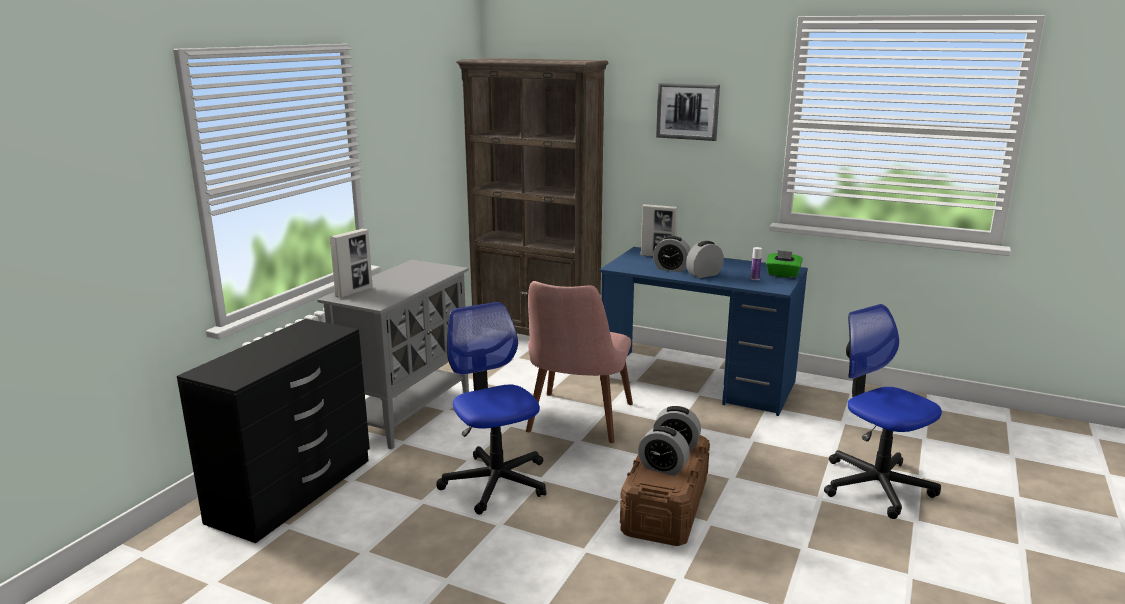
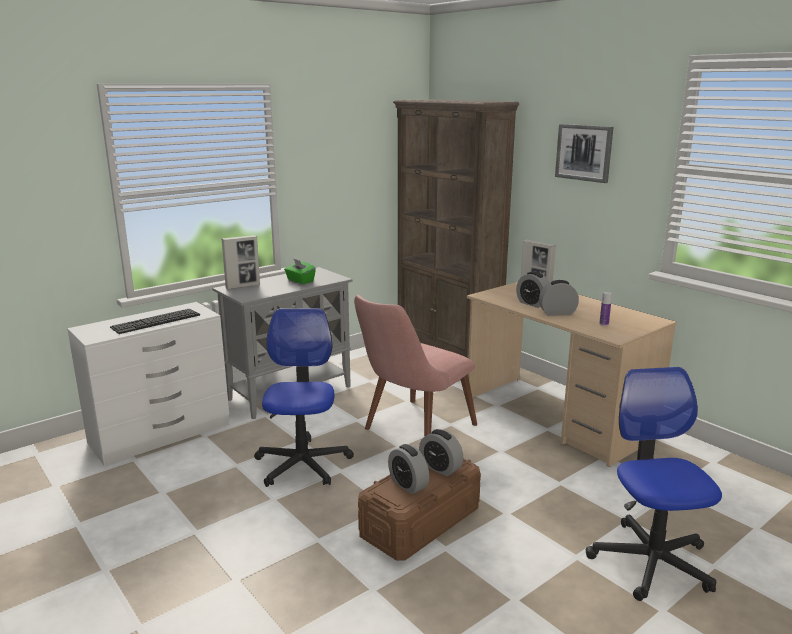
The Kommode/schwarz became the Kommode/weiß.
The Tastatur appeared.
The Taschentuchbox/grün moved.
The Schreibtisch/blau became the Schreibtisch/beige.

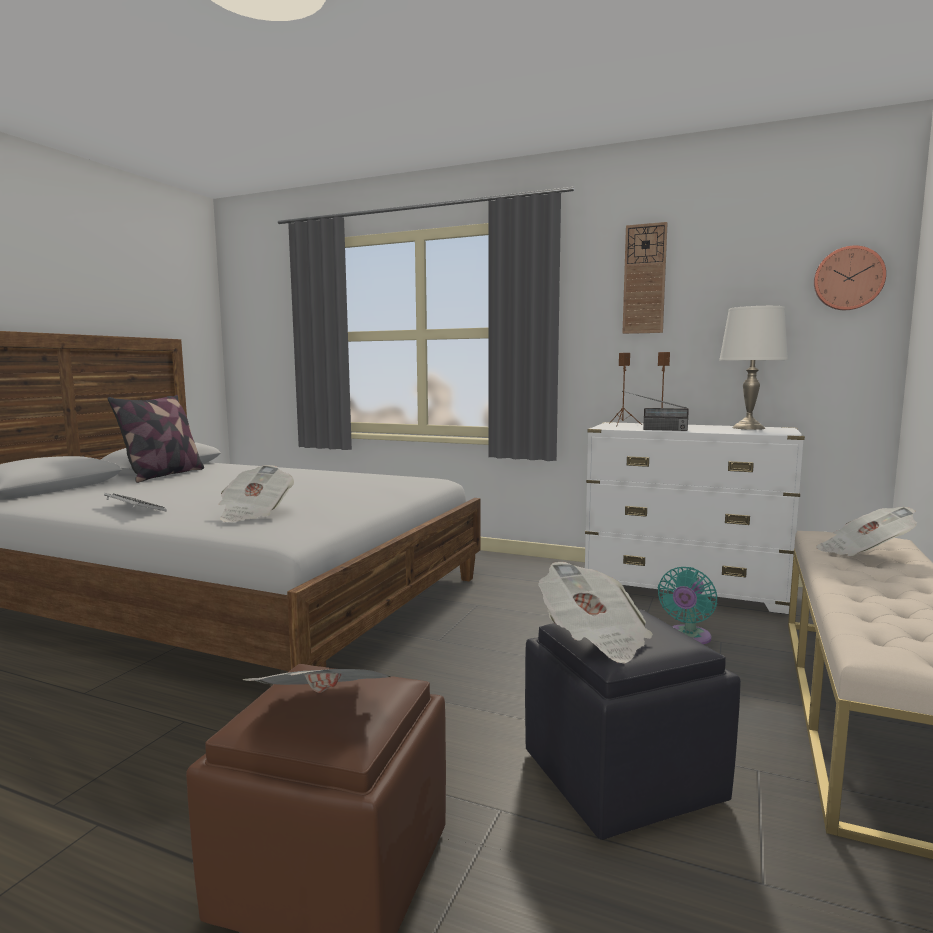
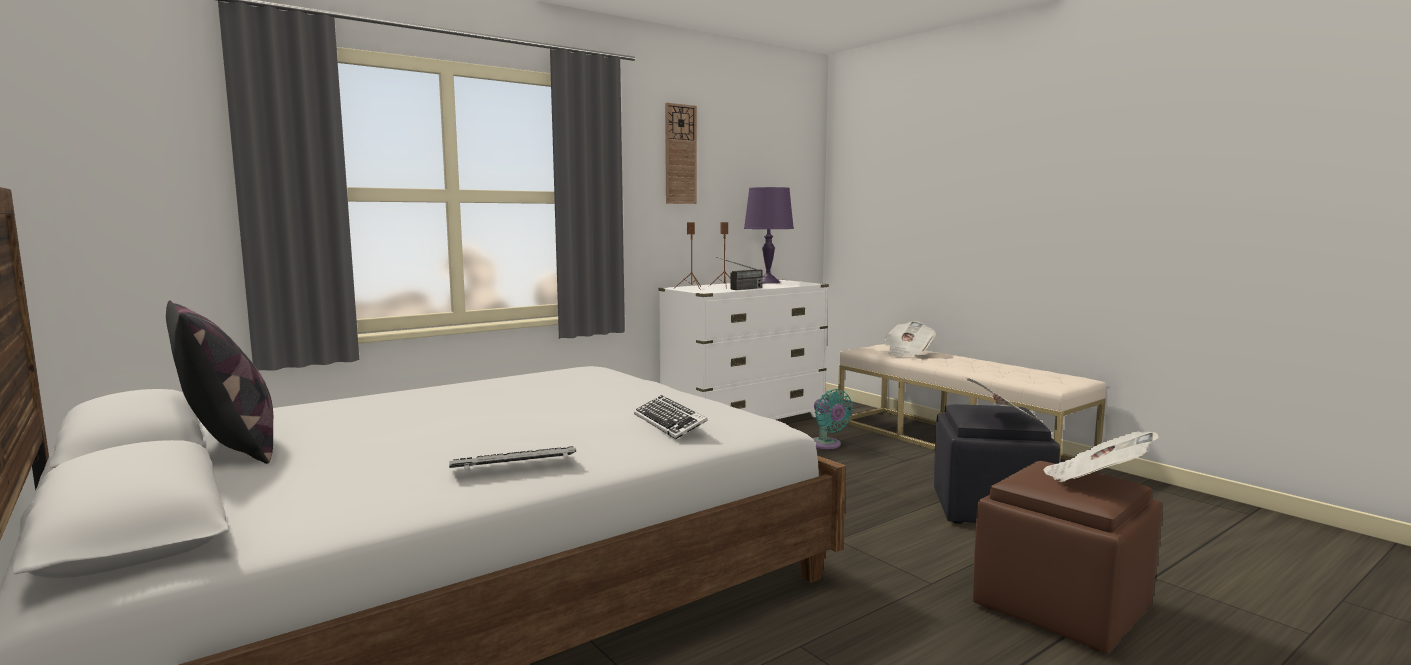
The Zeitung (no. 1 from left) was replaced by the Tastatur (no. 2 from left).
The Tischlampe/weiß became the Tischlampe/lila.
The Wanduhr (no. 2 from left) disappeared.

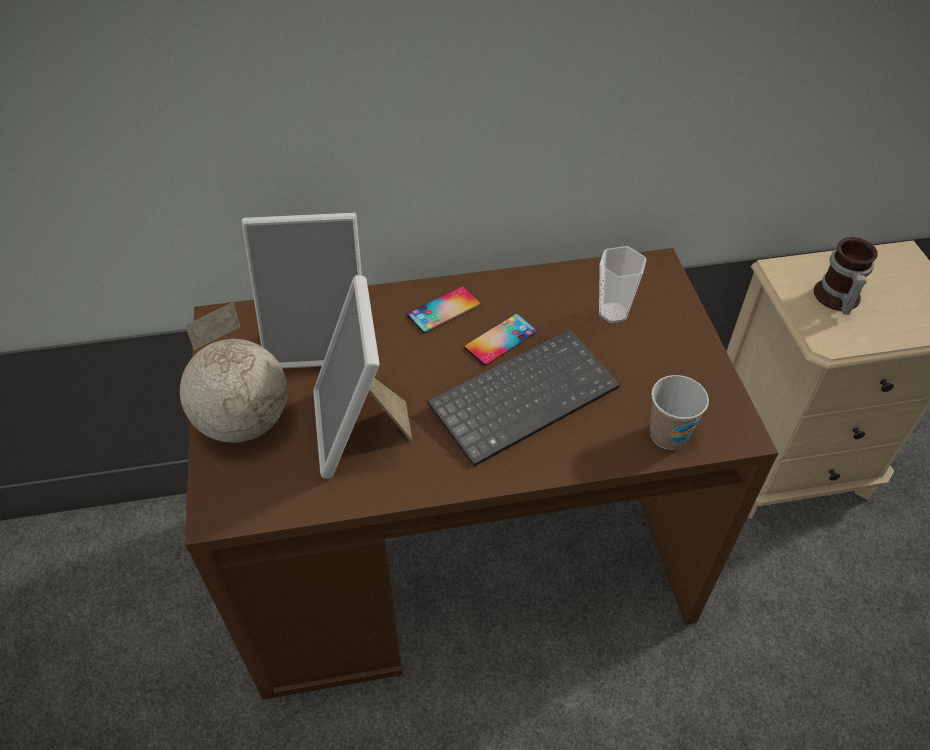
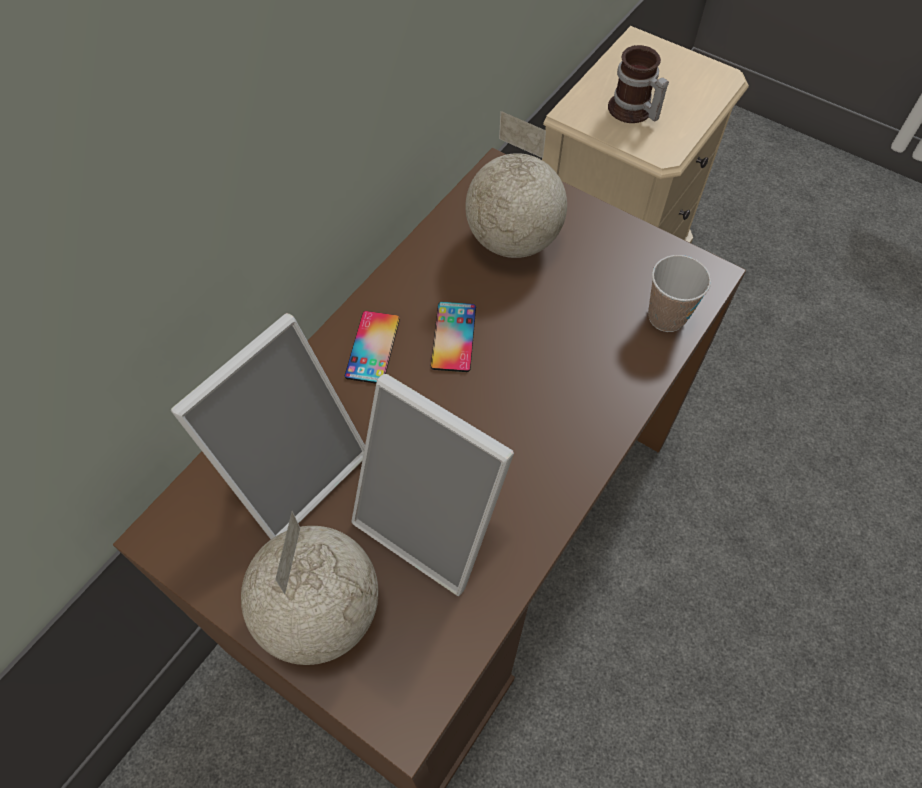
The Tasse (no. 1 from left) was replaced by the Globus (no. 2 from left).
The Tastatur disappeared.

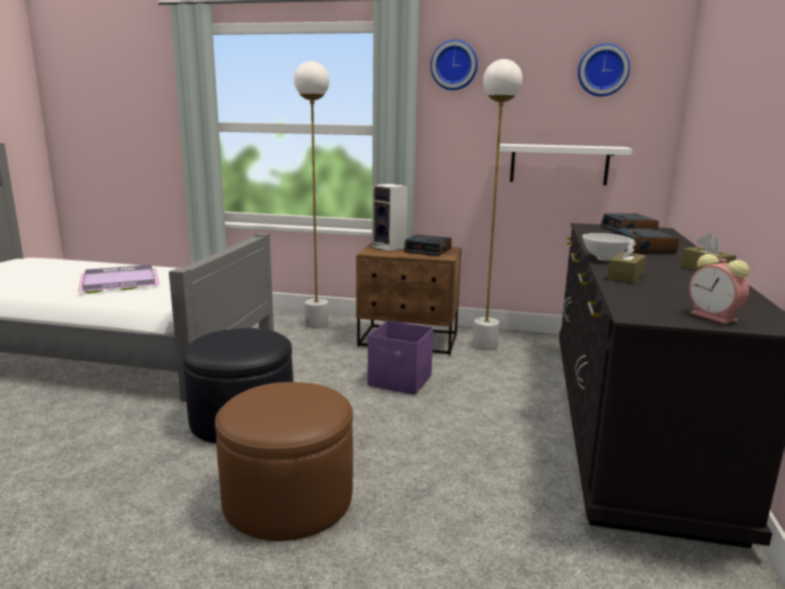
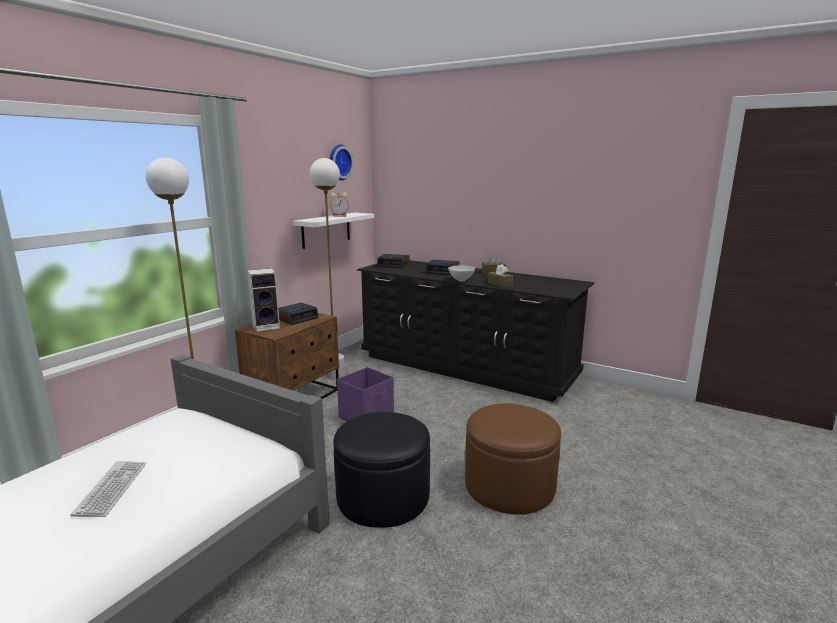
The Tablett/lila was replaced by the Tastatur.
The Wecker (no. 4 from left in the first image) moved.
The Wanduhr (no. 1 from left) disappeared.

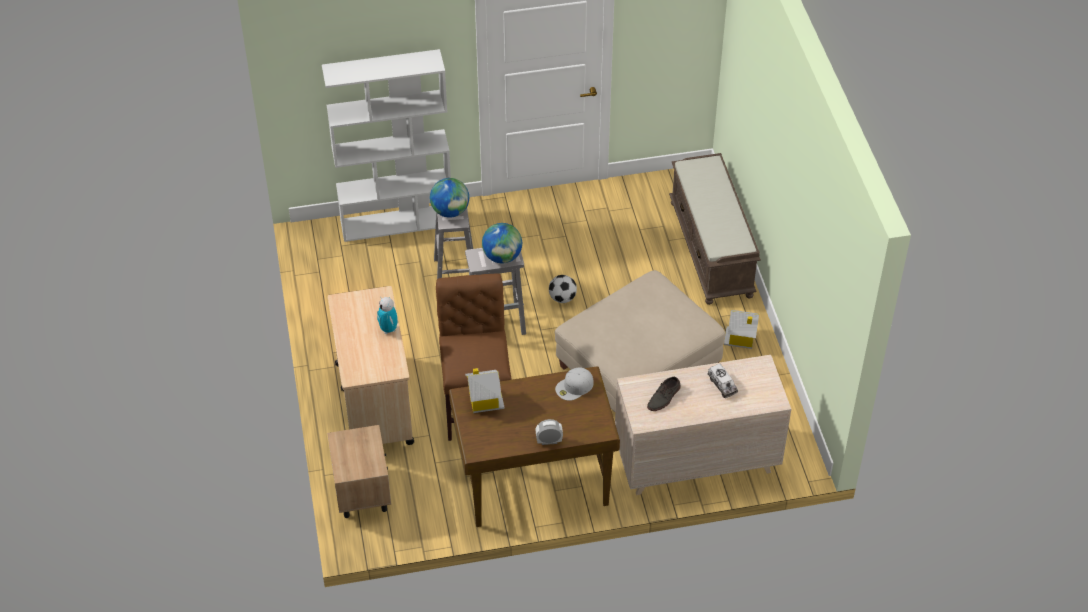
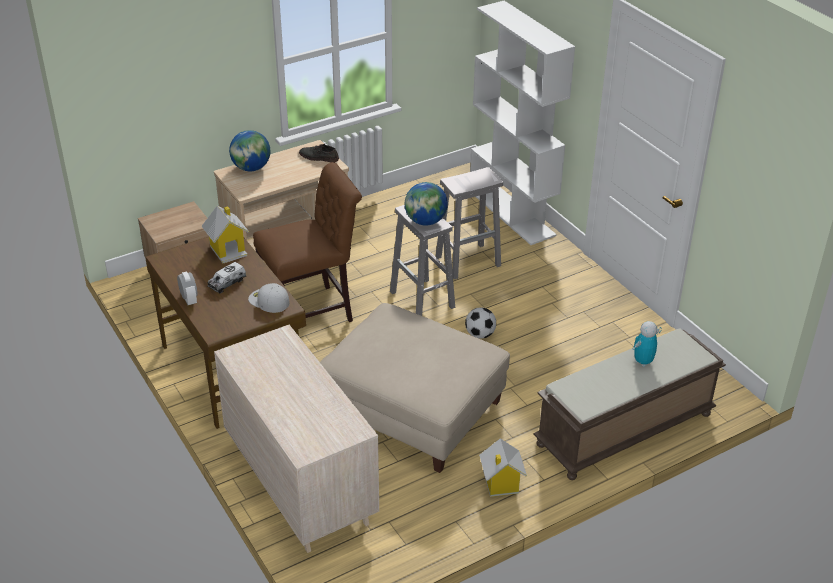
The Spielzeuglaster moved.
The Globus (no. 1 from left) moved.
The Schuh/grau moved.
The Spielzeugroboter moved.

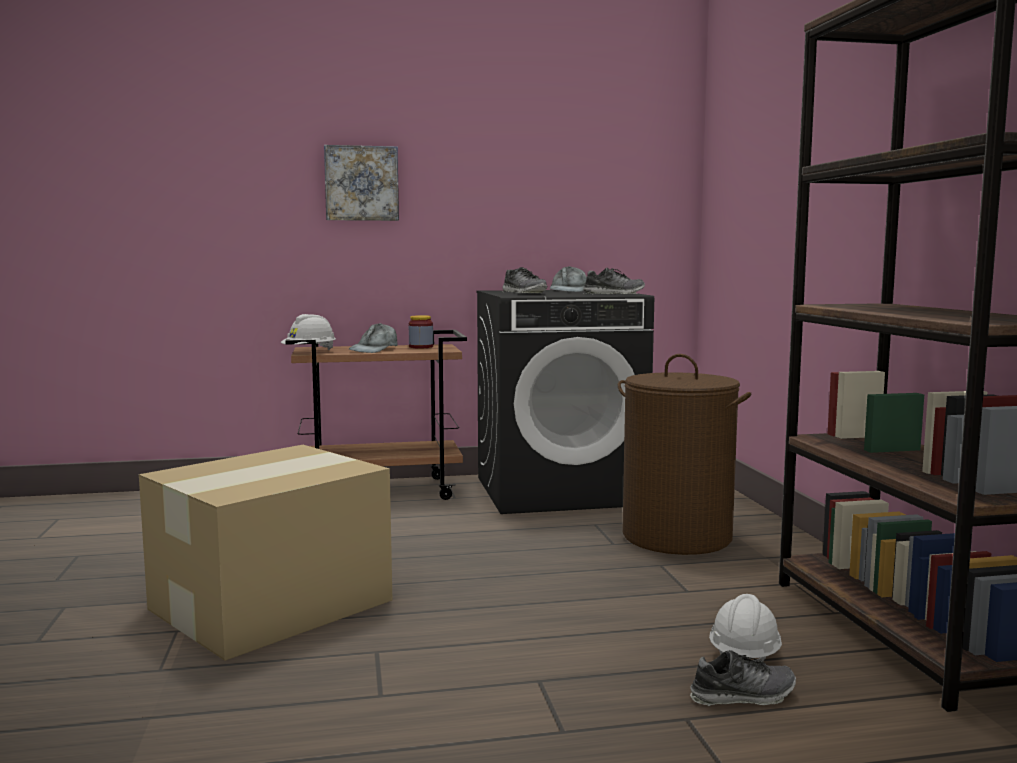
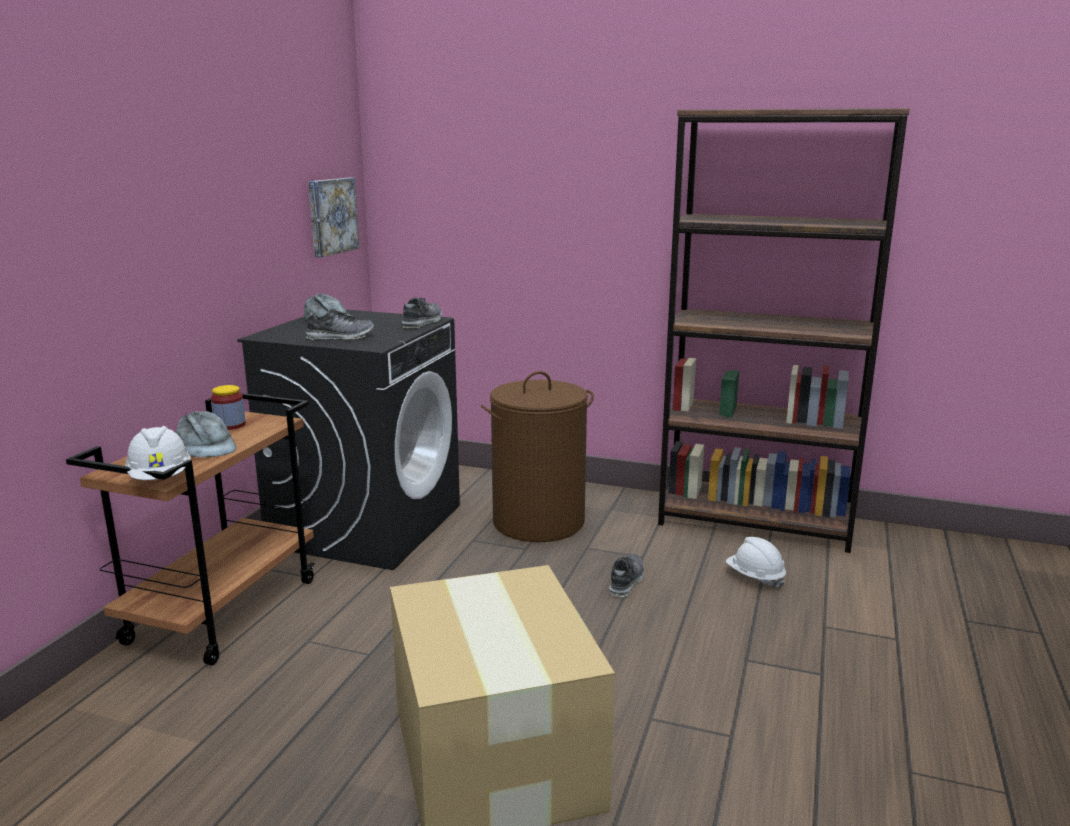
The Bild moved.
The Schuh (no. 3 from left) moved.

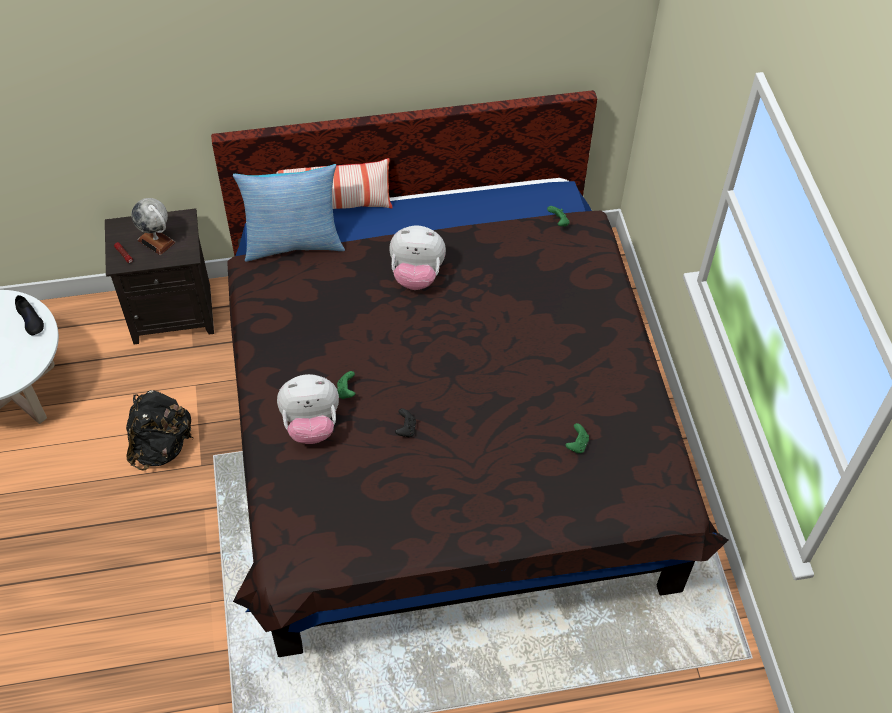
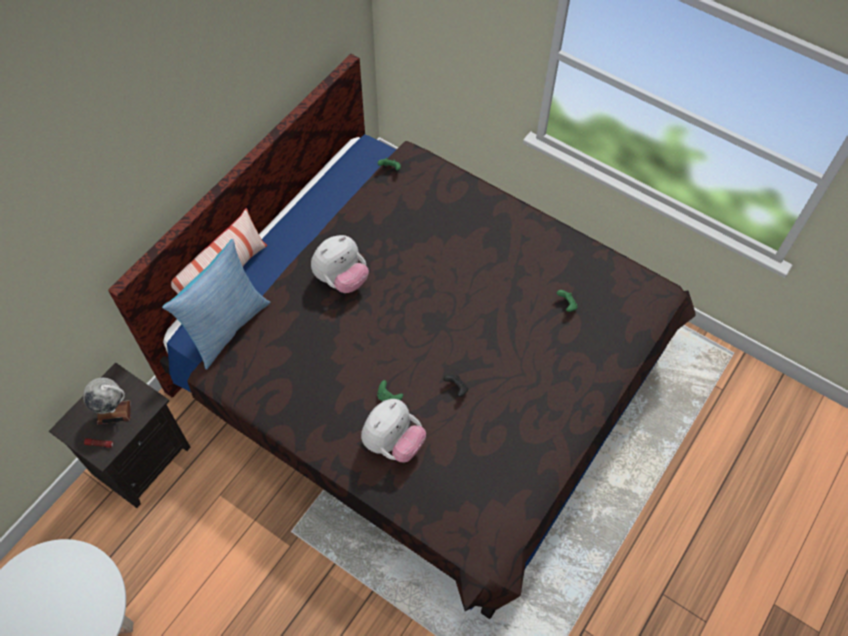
The Schuh/schwarz disappeared.
The Rucksack/schwarz disappeared.

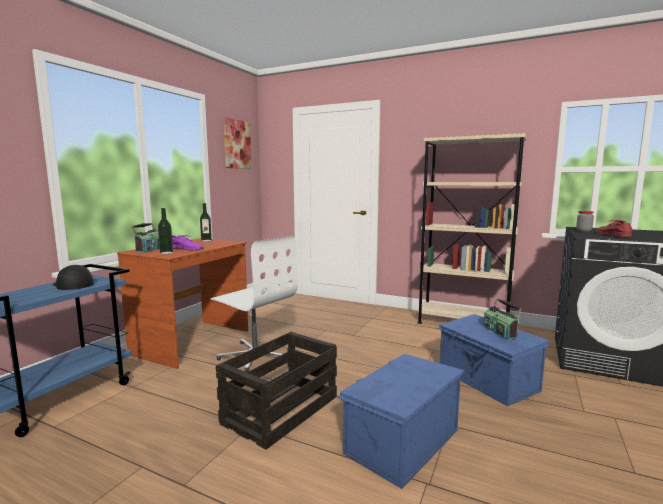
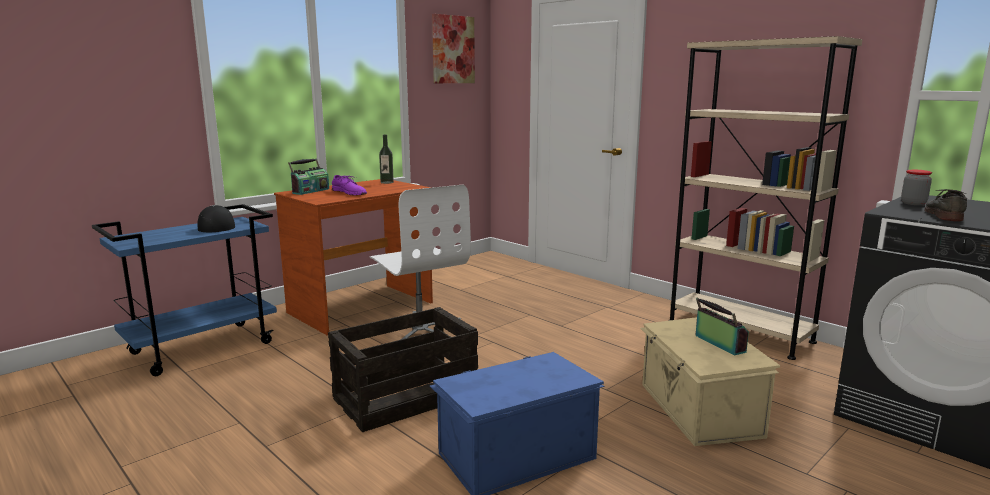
The Aufbewahrungsbox/blau (no. 2 from left) became the Aufbewahrungsbox/beige.
The Radio (no. 2 from left) turned 150 degrees clockwise.
The Schuh/rot became the Schuh/grau.
The Flasche (no. 1 from left) disappeared.

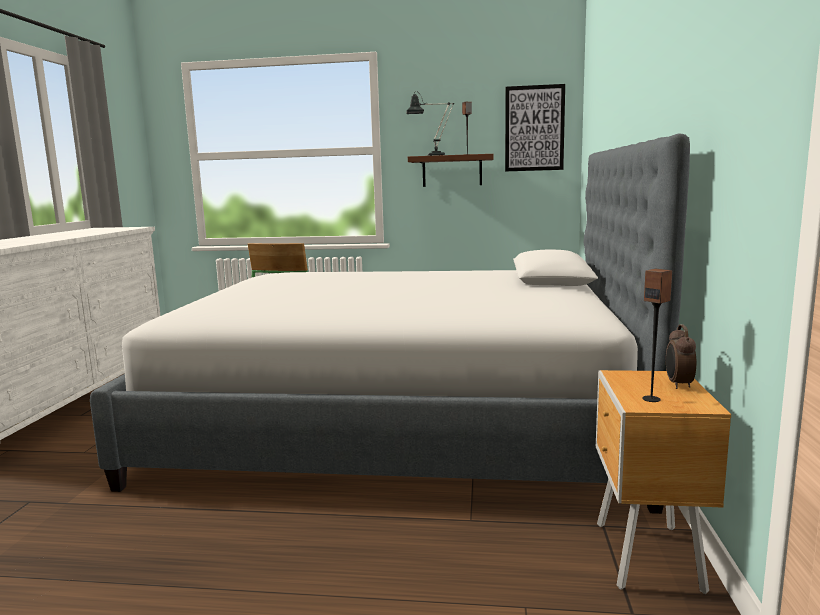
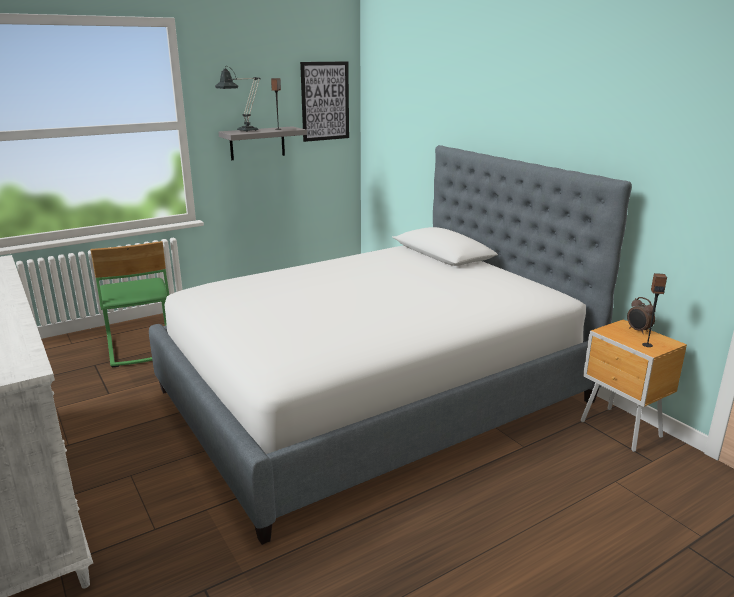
The Wandregal/braun became the Wandregal/grau.

